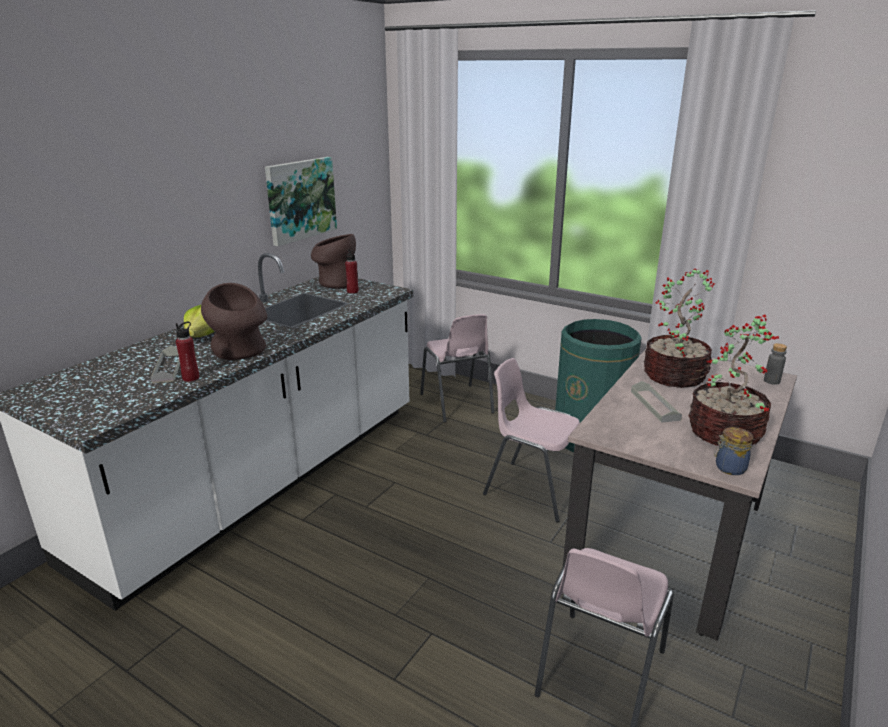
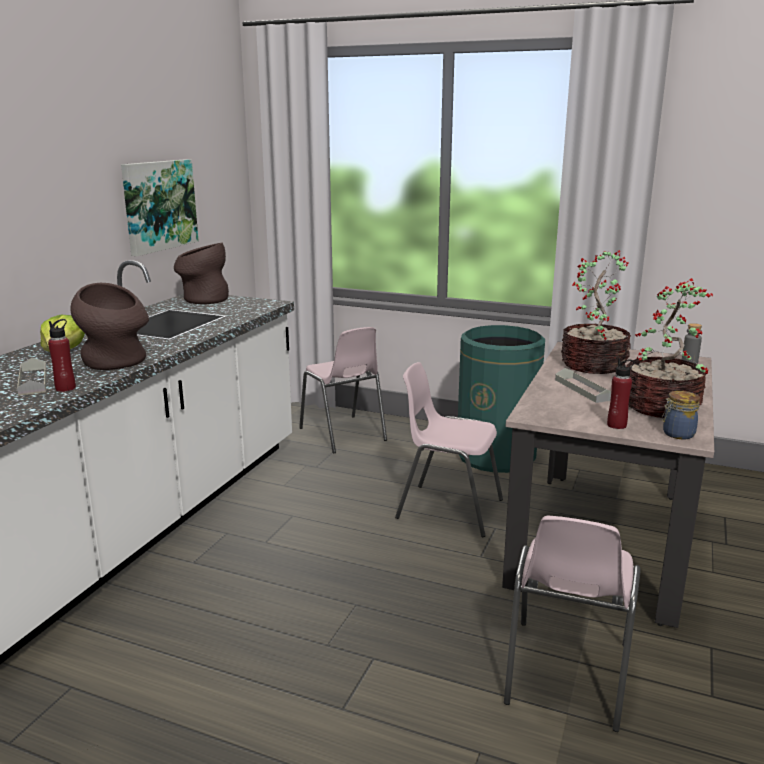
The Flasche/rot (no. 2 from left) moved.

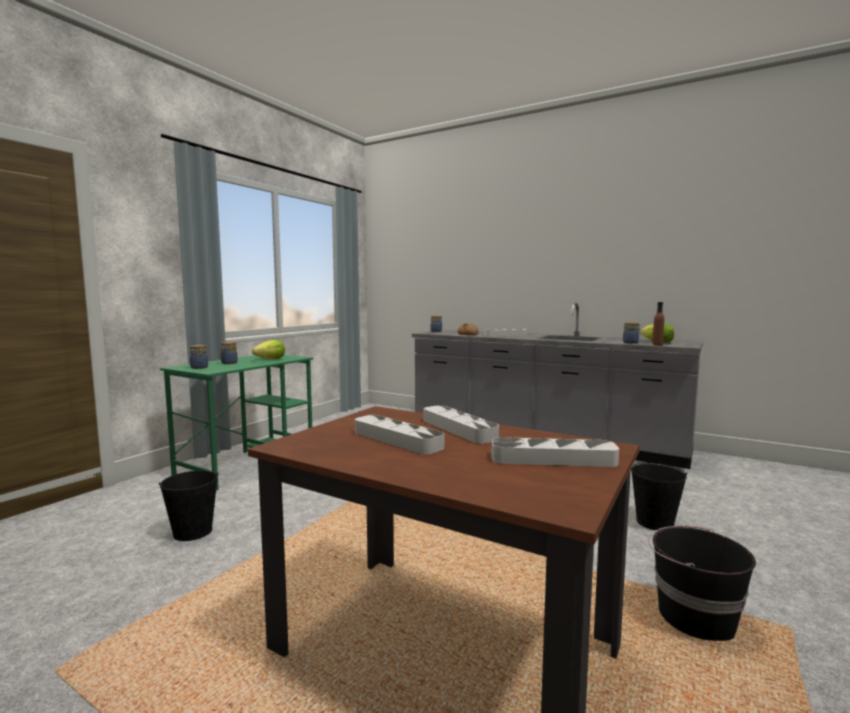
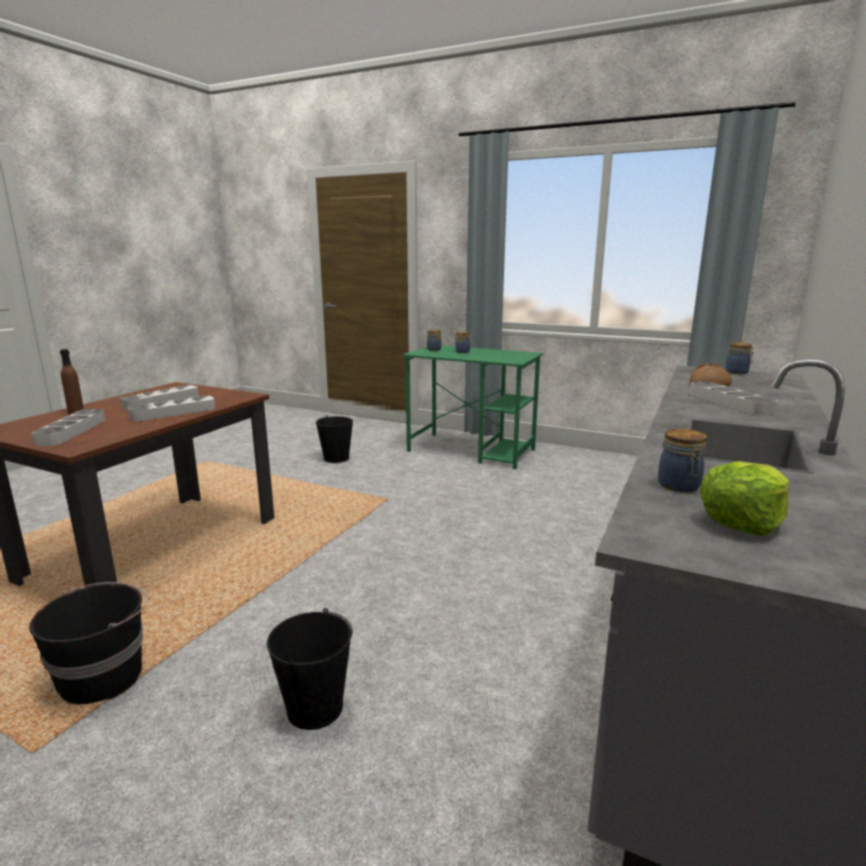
The Flasche/braun moved.
The Salatkopf (no. 1 from left) disappeared.

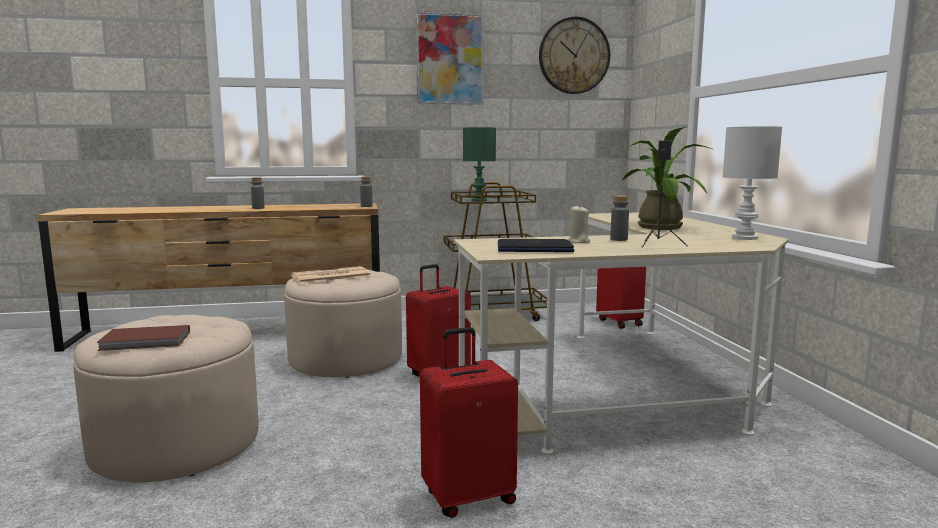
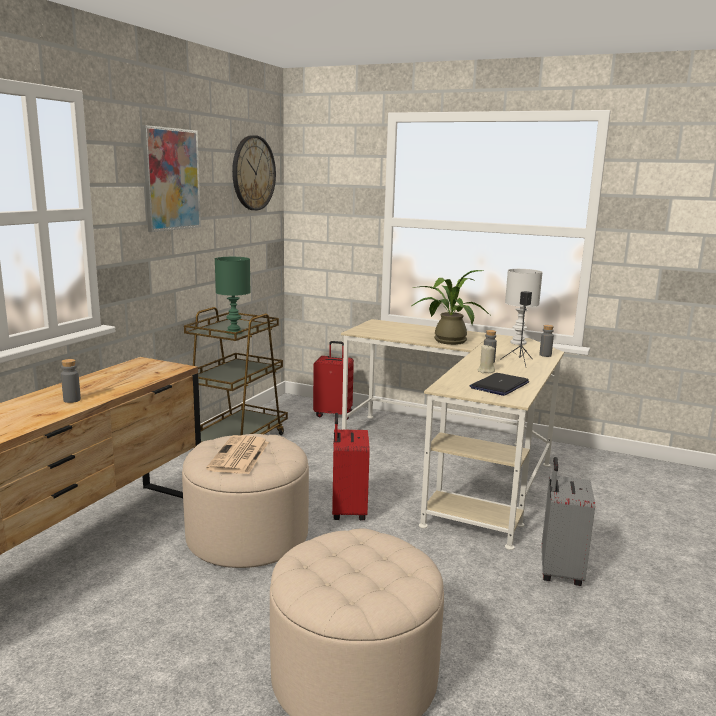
The Flasche/grau (no. 2 from left in the first image) moved.
The Koffer/rot (no. 2 from left) became the Koffer/grau.
The Buch/braun disappeared.

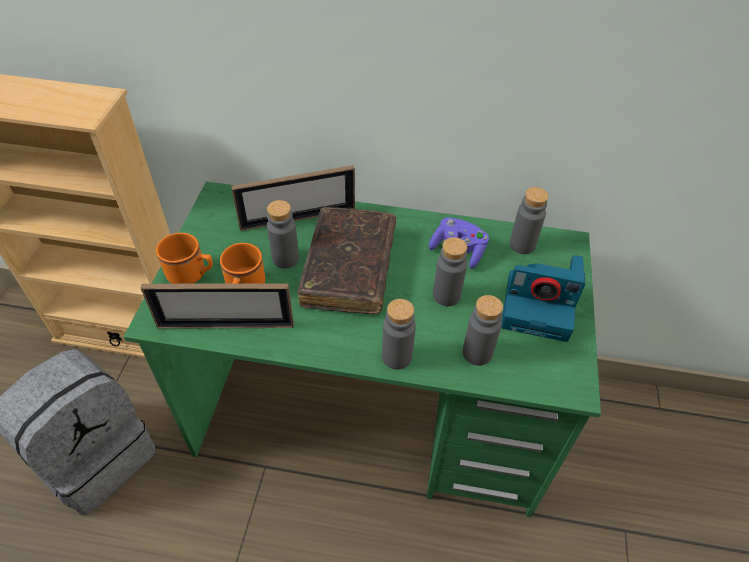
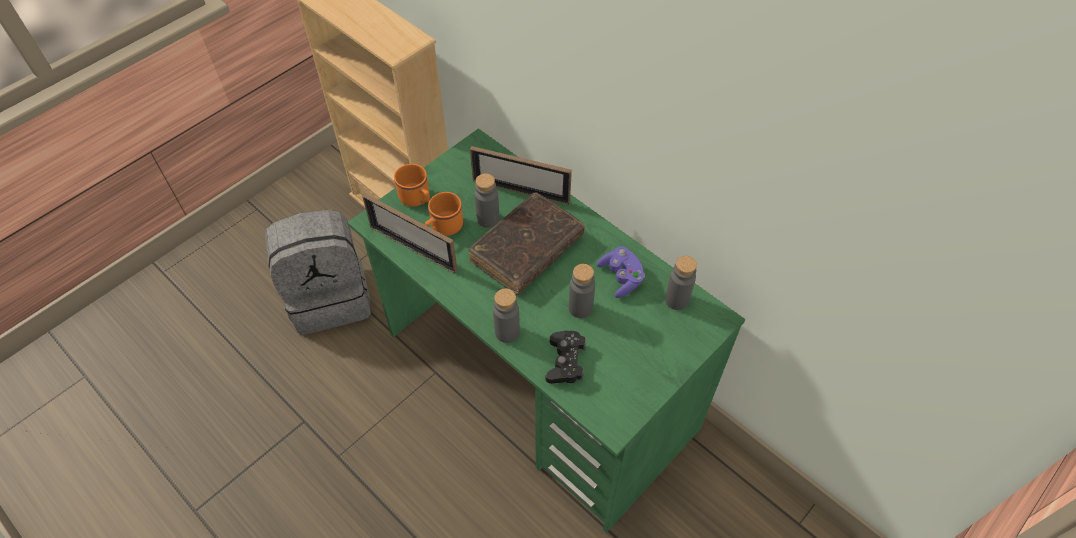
The Flasche/grau (no. 4 from left) was replaced by the Gamepad/schwarz.
The Kamera disappeared.

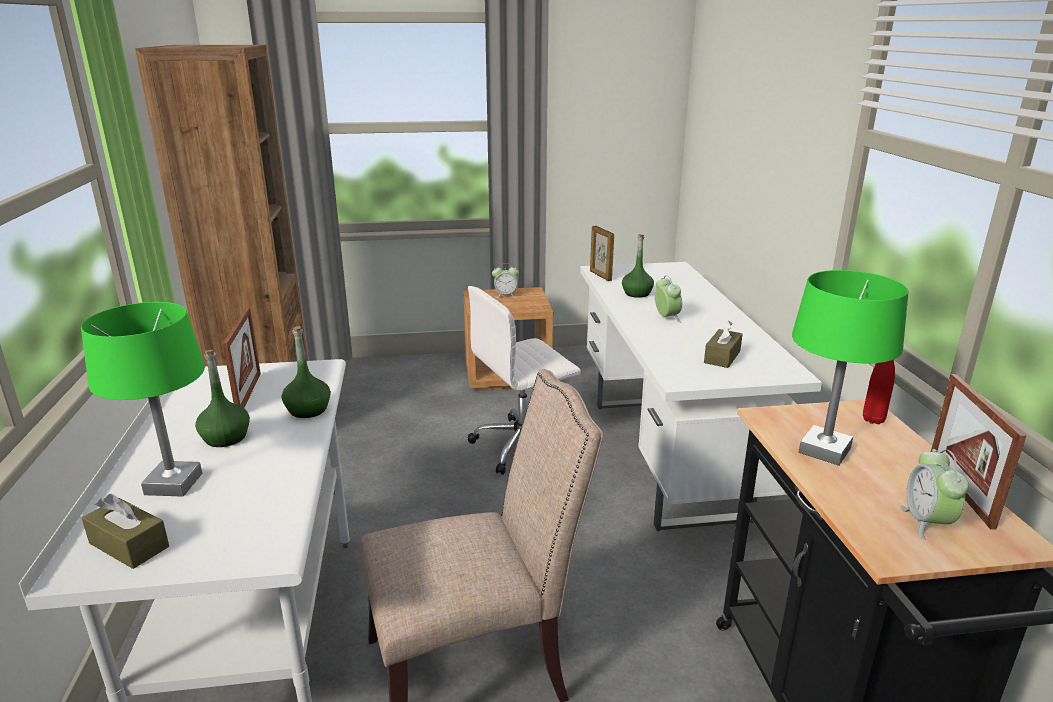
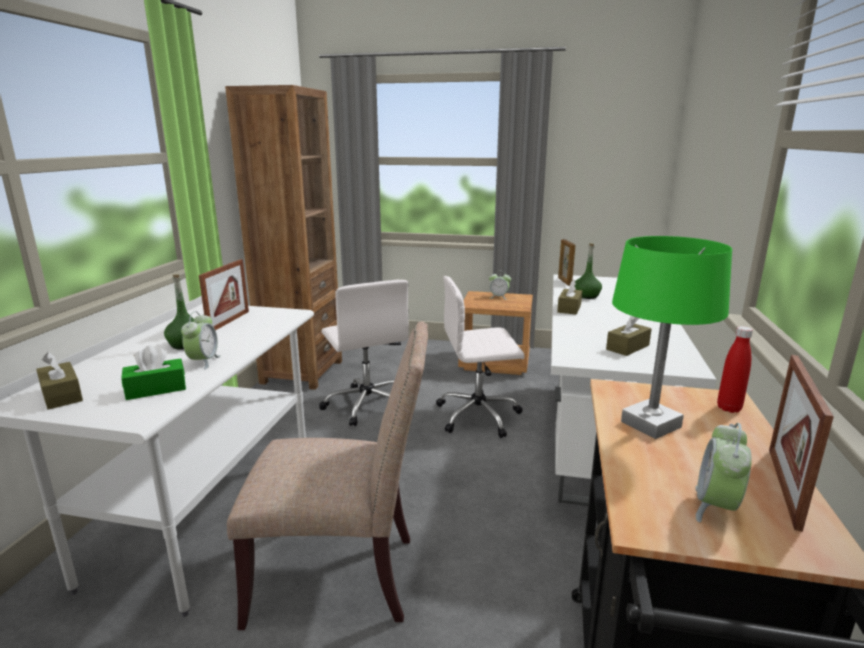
The Taschentuchbox/grün appeared.
The Wecker (no. 2 from left in the first image) moved.
The Bürostuhl/weiß (no. 1 from left) appeared.
The Taschentuchbox/braun (no. 2 from left) appeared.
The Tischlampe/grün (no. 1 from left) disappeared.
The Flasche/grün (no. 2 from left) disappeared.

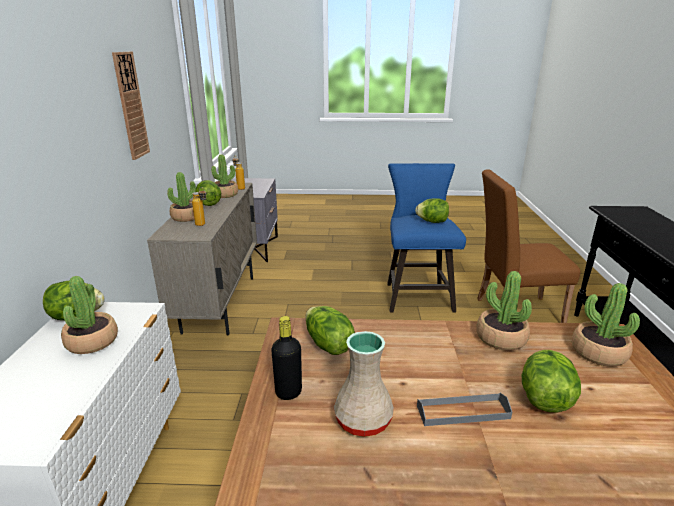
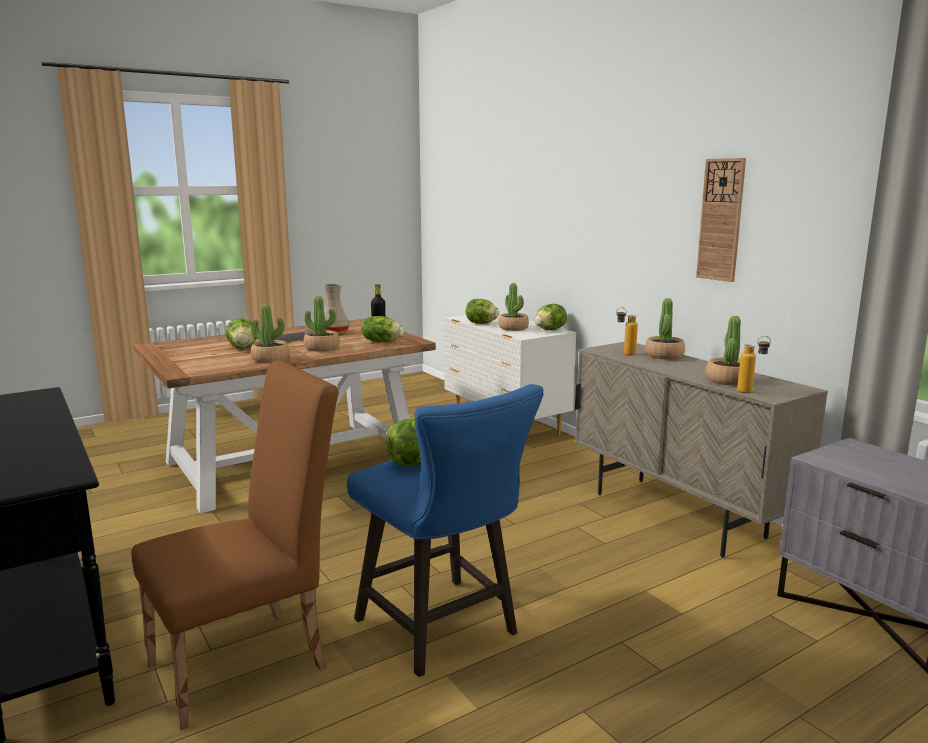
The Topfpflanze (no. 5 from left in the first image) moved.
The Salatkopf (no. 2 from left in the first image) moved.

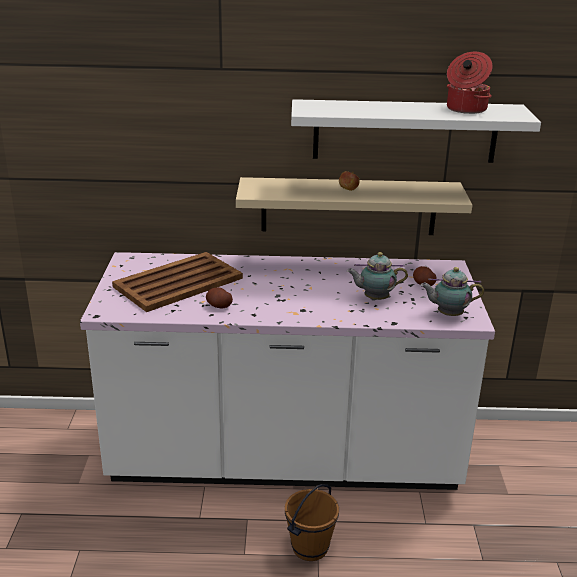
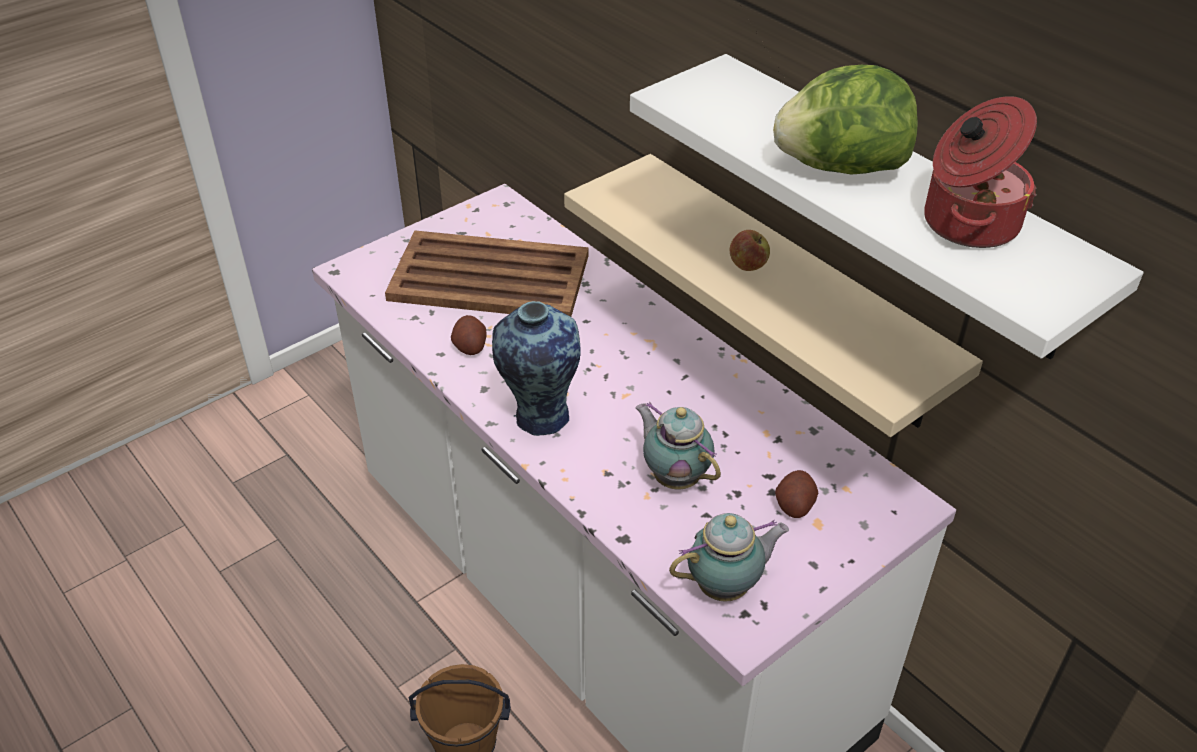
The Vase appeared.
The Teekanne (no. 2 from left) turned 105 degrees clockwise.
The Salatkopf appeared.

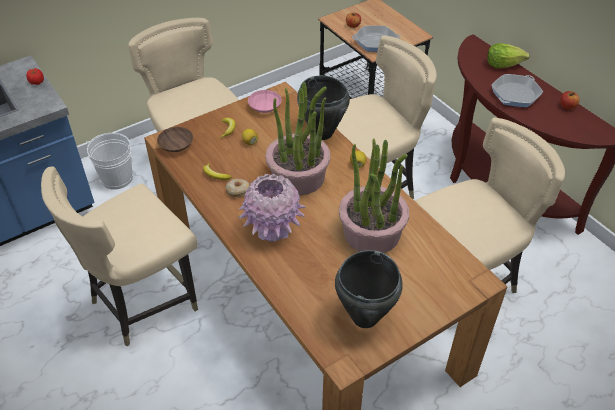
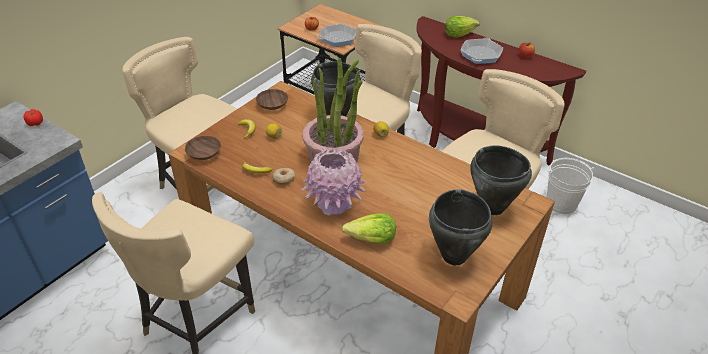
The Schüssel/rosa became the Schüssel/braun (no. 2 from left).
The Salatkopf (no. 1 from left) appeared.
The Kochtopf/schwarz (no. 3 from left) appeared.
The Eimer/weiß moved.
The Topfpflanze (no. 2 from left) disappeared.

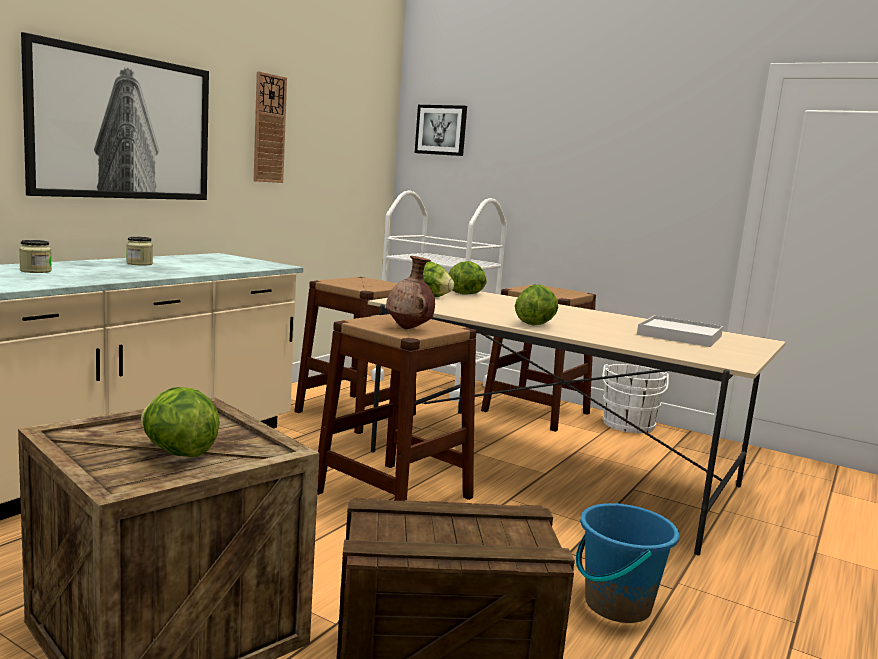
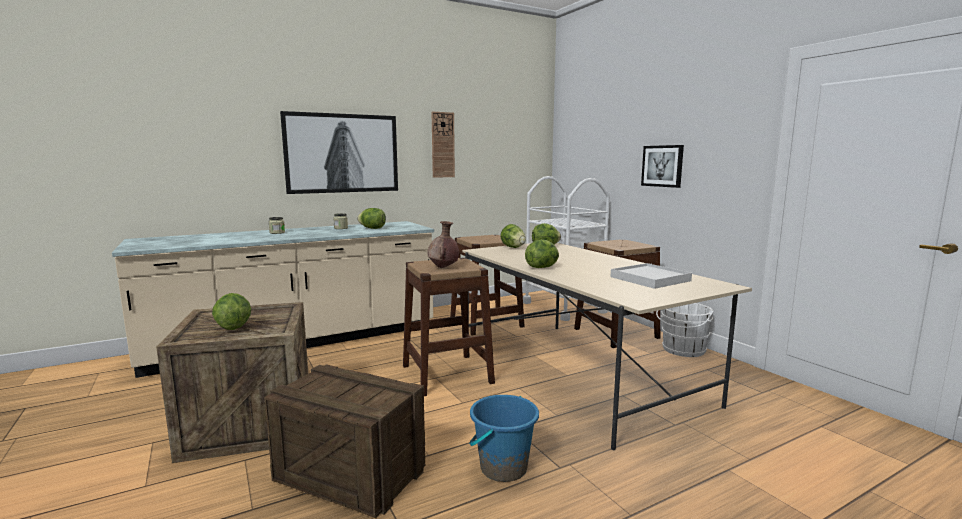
The Salatkopf (no. 2 from left) appeared.
The Bild (no. 2 from left) moved.

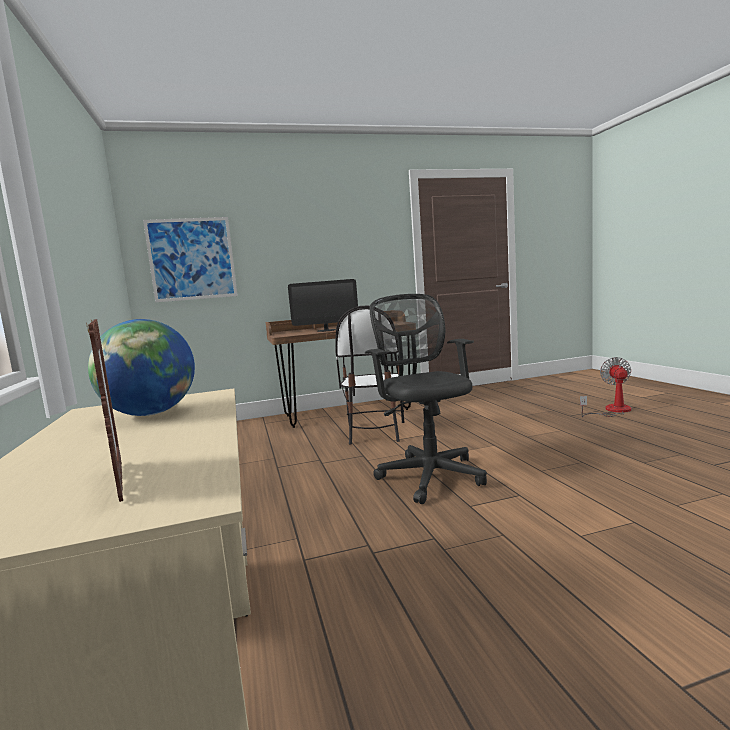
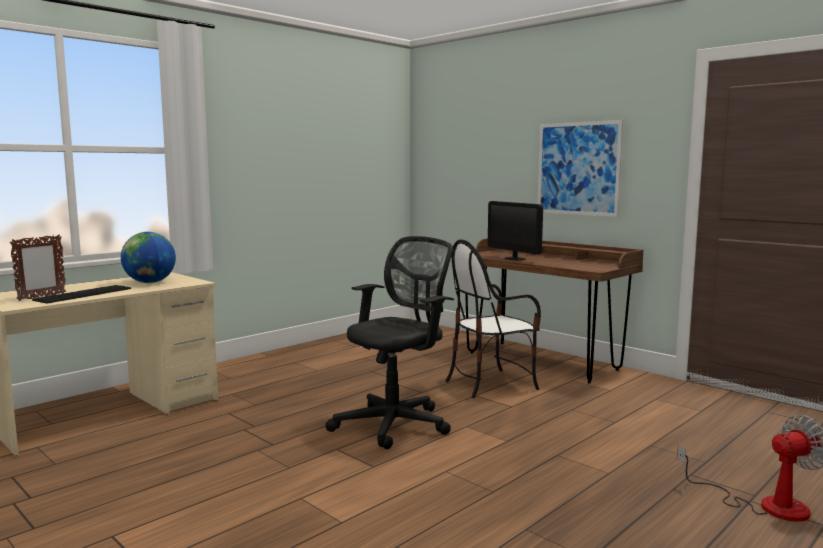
The Tastatur appeared.
The Bild moved.

